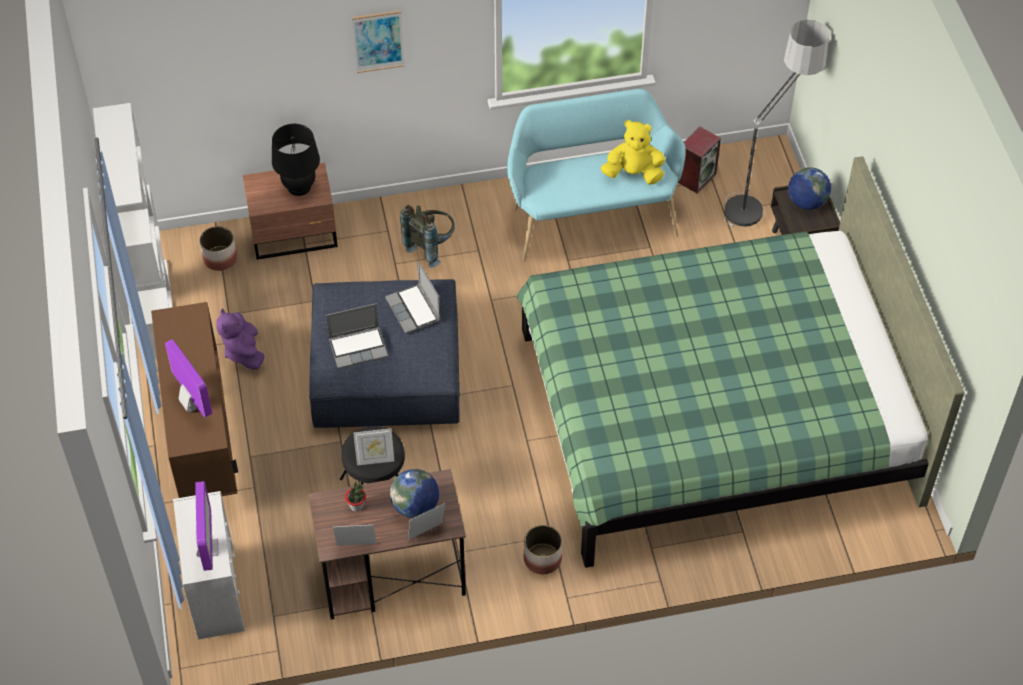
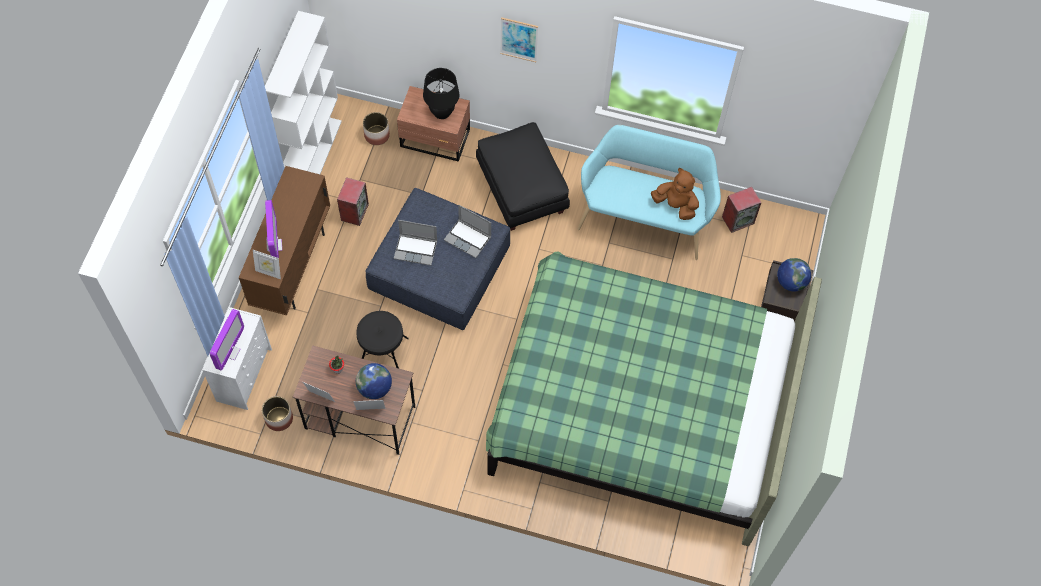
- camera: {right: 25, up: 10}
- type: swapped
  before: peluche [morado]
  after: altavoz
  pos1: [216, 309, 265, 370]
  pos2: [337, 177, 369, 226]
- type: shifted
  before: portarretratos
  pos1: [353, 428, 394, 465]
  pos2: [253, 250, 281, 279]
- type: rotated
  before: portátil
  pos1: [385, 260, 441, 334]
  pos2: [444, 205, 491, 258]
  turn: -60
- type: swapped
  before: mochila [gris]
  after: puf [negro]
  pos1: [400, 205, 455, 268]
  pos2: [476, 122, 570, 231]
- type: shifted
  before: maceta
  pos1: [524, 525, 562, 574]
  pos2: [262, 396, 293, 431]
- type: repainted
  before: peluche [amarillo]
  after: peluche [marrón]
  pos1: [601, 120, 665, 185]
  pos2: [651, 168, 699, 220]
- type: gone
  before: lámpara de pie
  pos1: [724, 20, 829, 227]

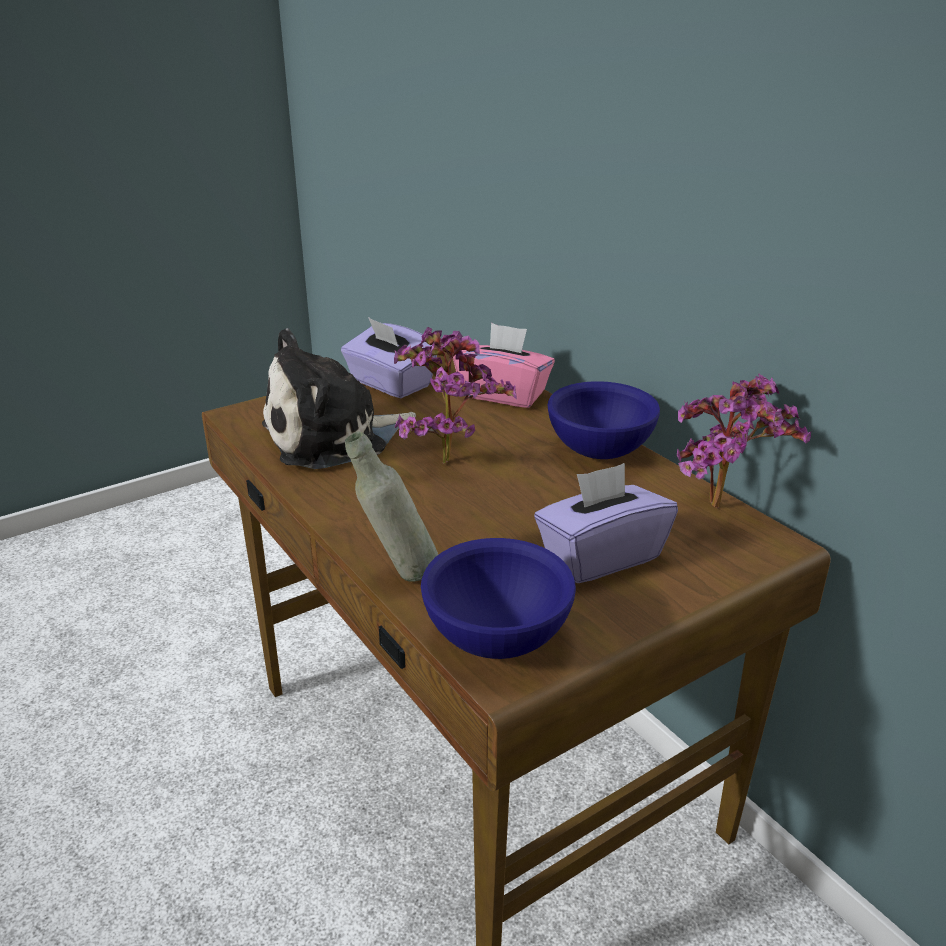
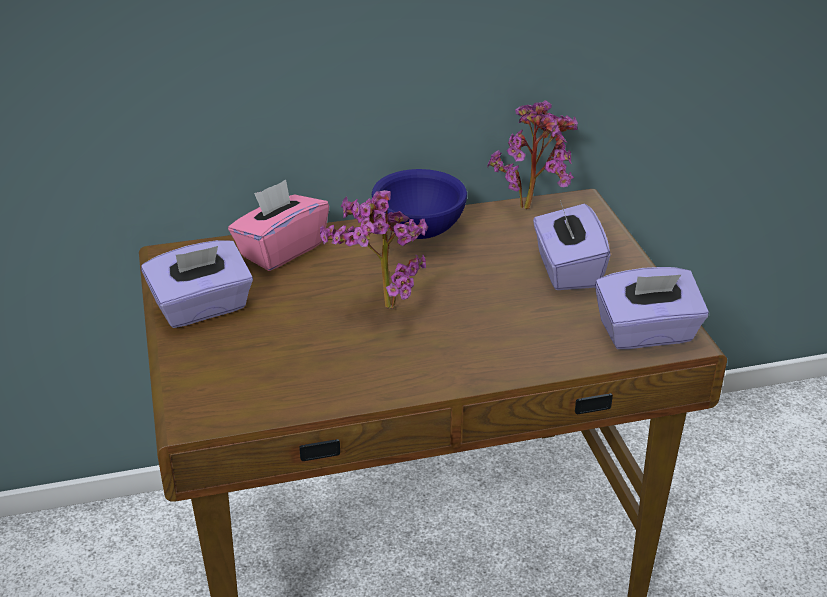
- camera: {right: -70, up: 5}
- type: gone
  before: peluche
  pos1: [262, 328, 416, 469]
- type: gone
  before: botella [gris]
  pos1: [345, 432, 438, 582]
- type: swapped
  before: cuenco [azul]
  after: caja de pañuelos [morado]
  pos1: [421, 538, 576, 659]
  pos2: [595, 267, 709, 349]

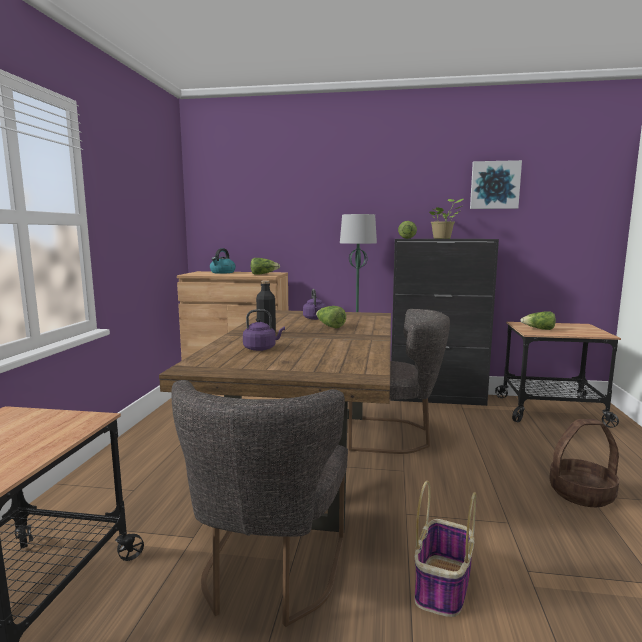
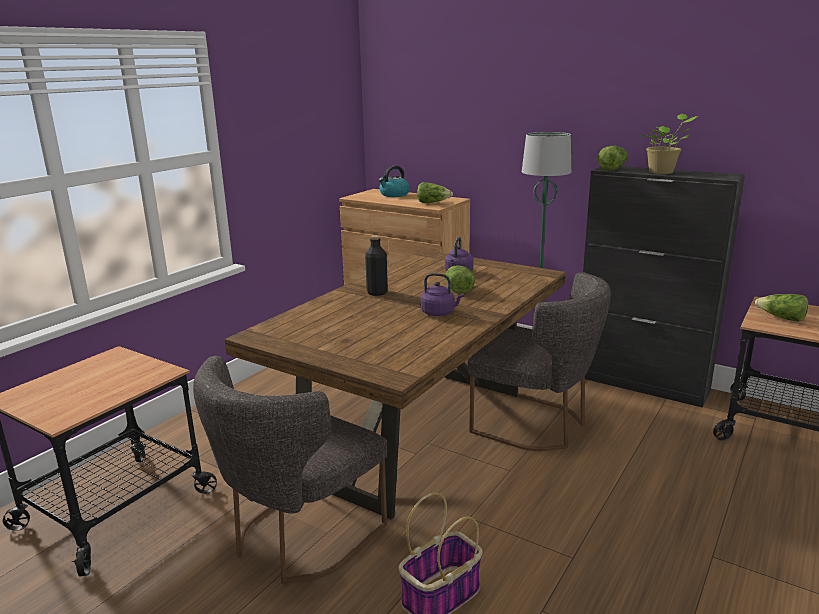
- camera: {right: 25, up: 10}
- type: shifted
  before: hervidor [morado]
  pos1: [243, 309, 285, 351]
  pos2: [420, 273, 464, 316]
- type: gone
  before: cuadro
  pos1: [470, 160, 522, 209]
- type: gone
  before: cesta
  pos1: [550, 419, 619, 507]

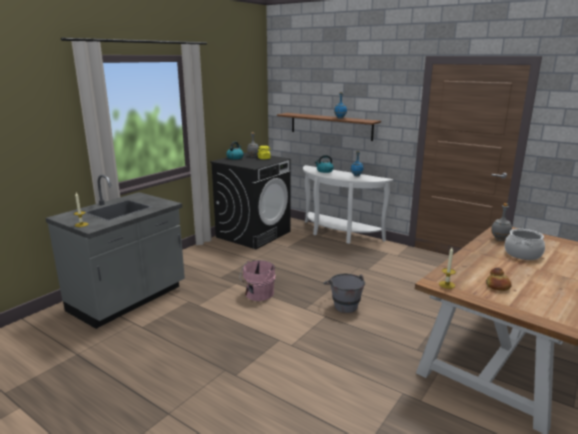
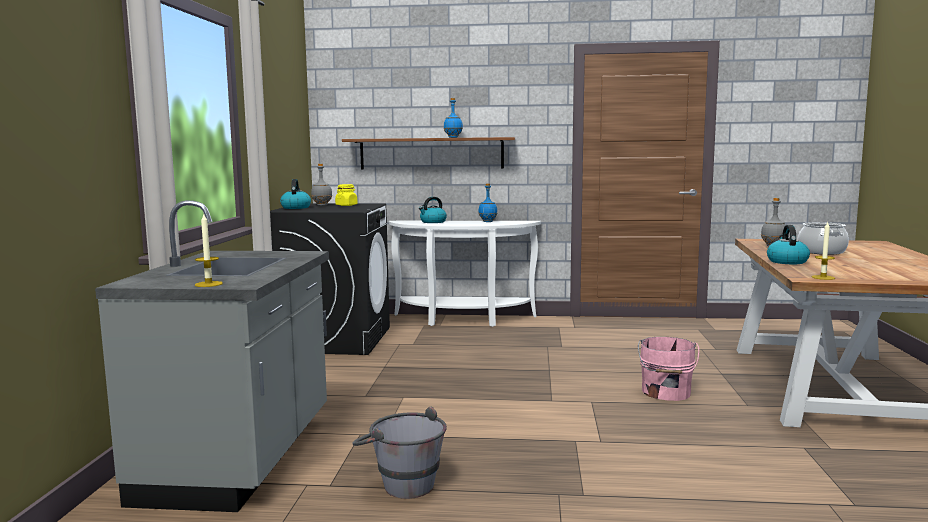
- camera: {right: -30, up: -10}
- type: shifted
  before: cubo [rosa]
  pos1: [240, 260, 276, 301]
  pos2: [638, 337, 699, 401]
- type: shifted
  before: cubo [gris]
  pos1: [323, 274, 365, 313]
  pos2: [352, 407, 447, 499]
- type: gone
  before: pan
  pos1: [486, 268, 512, 291]
- type: new
  after: hervidor
  pos2: [767, 225, 810, 264]

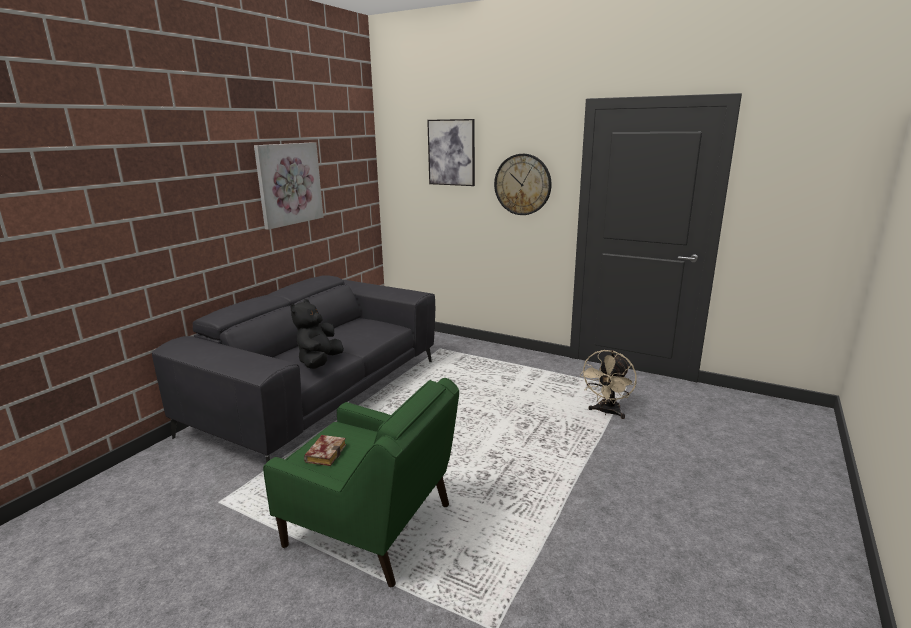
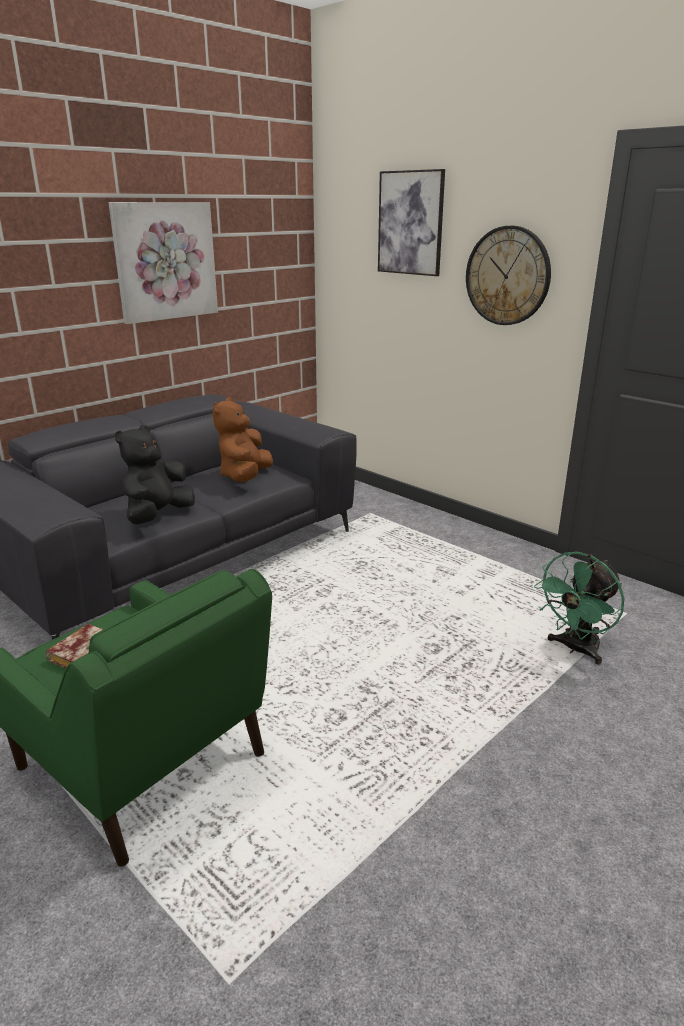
- camera: {right: 15, up: 5}
- type: repainted
  before: ventilador [beis]
  after: ventilador [verde]
  pos1: [580, 350, 637, 419]
  pos2: [534, 552, 624, 664]
- type: new
  after: peluche [marrón]
  pos2: [213, 397, 273, 482]

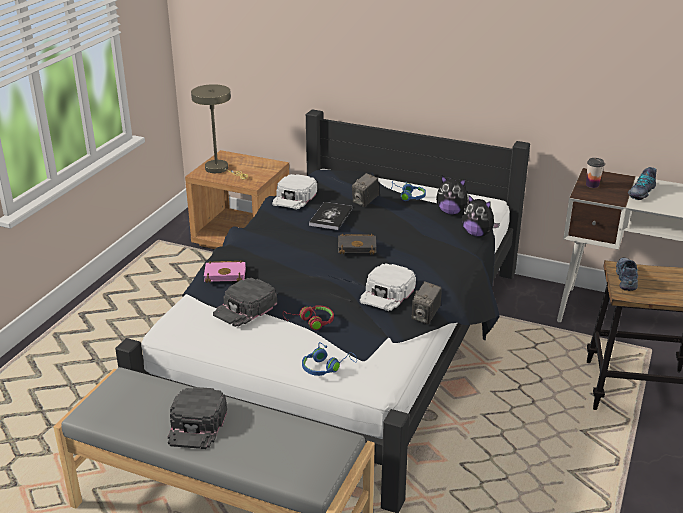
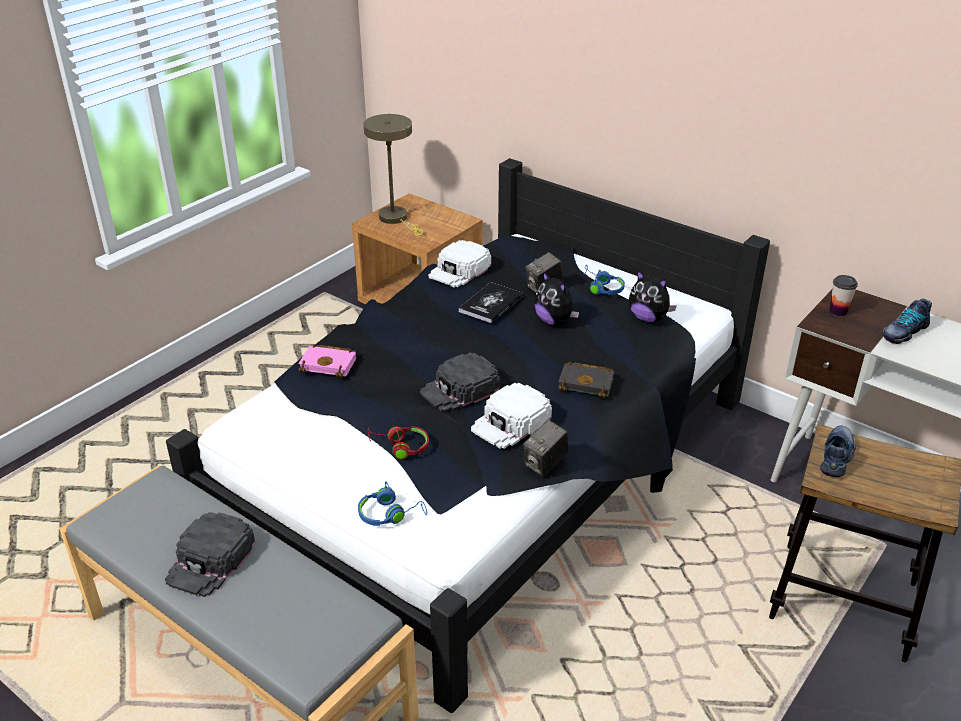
- camera: {right: 15, up: 5}
- type: shifted
  before: gorra [negro]
  pos1: [213, 278, 277, 327]
  pos2: [420, 352, 500, 412]
- type: shifted
  before: libro [negro]
  pos1: [338, 234, 376, 254]
  pos2: [558, 362, 614, 398]
- type: shifted
  before: peluche
  pos1: [462, 194, 500, 237]
  pos2: [534, 271, 579, 325]

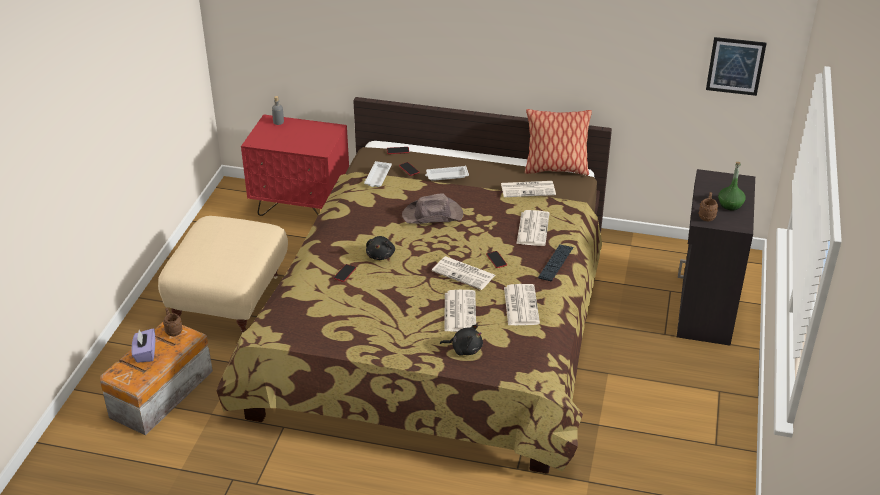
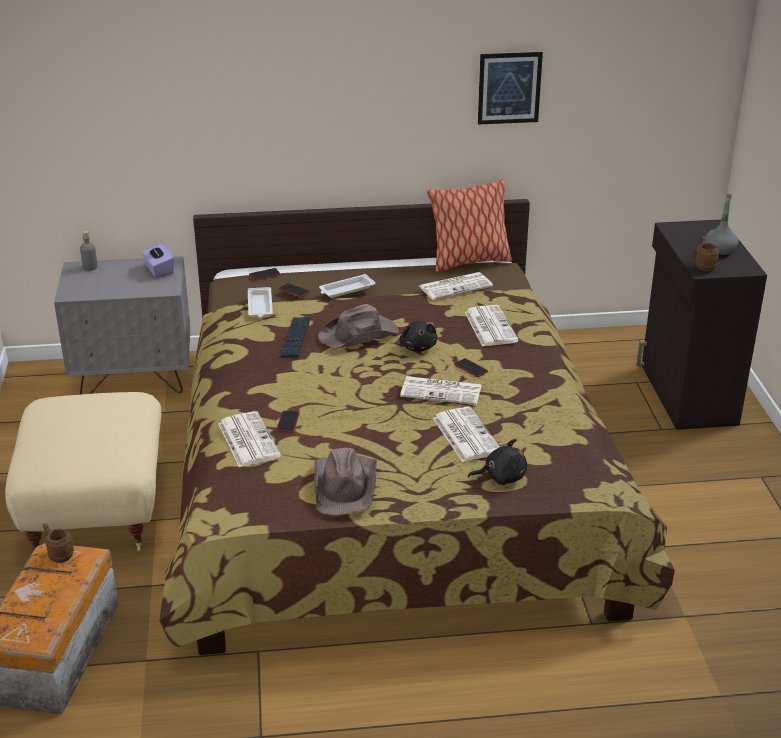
- camera: {right: -20, up: -5}
- type: shifted
  before: caja de pañuelos [morado]
  pos1: [131, 329, 155, 363]
  pos2: [141, 241, 175, 278]
- type: repainted
  before: mesita de noche [rojo]
  after: mesita de noche [gris]
  pos1: [241, 114, 349, 216]
  pos2: [54, 256, 191, 395]
- type: shifted
  before: peluche [negro]
  pos1: [366, 236, 395, 260]
  pos2: [400, 321, 437, 352]
- type: shifted
  before: periódico
  pos1: [504, 284, 540, 325]
  pos2: [218, 411, 281, 468]
- type: shifted
  before: teclado
  pos1: [538, 244, 573, 281]
  pos2: [281, 317, 311, 357]
- type: shifted
  before: cuadro
  pos1: [706, 37, 767, 96]
  pos2: [478, 52, 543, 125]
- type: repainted
  before: botella [verde]
  after: botella [gris]
  pos1: [718, 162, 746, 210]
  pos2: [705, 193, 738, 256]
- type: new
  after: sombrero [marrón]
  pos2: [314, 448, 377, 515]

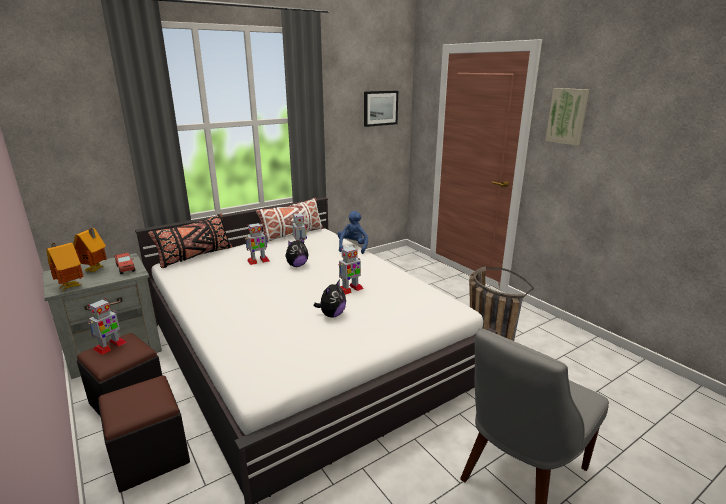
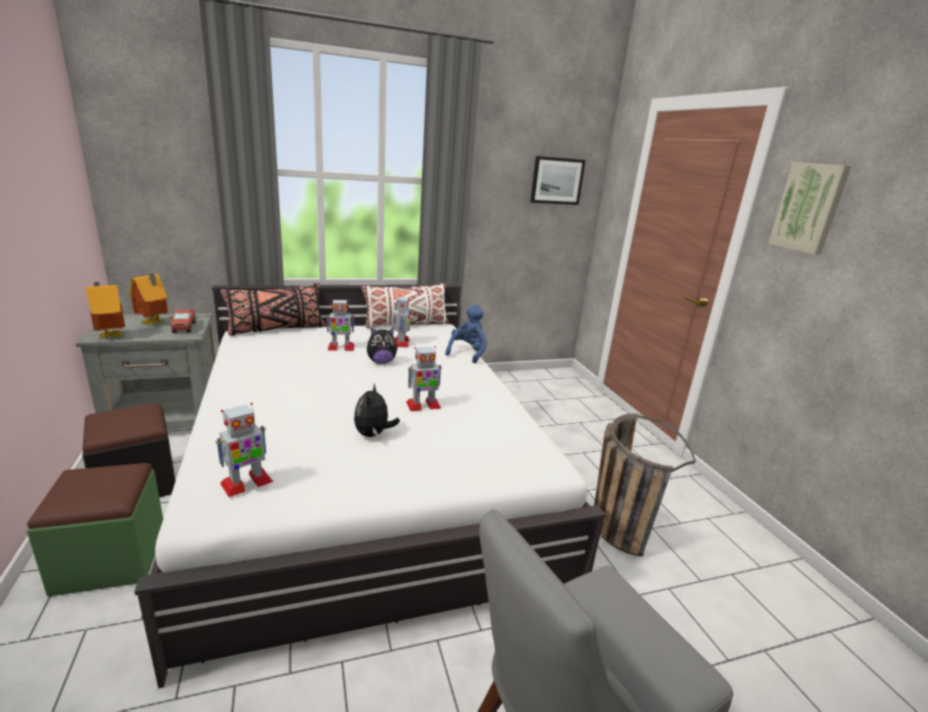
- camera: {right: 15, up: 0}
- type: shifted
  before: robot de juguete
  pos1: [88, 298, 127, 355]
  pos2: [216, 402, 273, 497]
- type: repainted
  before: puf [negro]
  after: puf [verde]
  pos1: [98, 375, 190, 493]
  pos2: [27, 463, 163, 597]
- type: rotated
  before: peluche
  pos1: [314, 280, 346, 318]
  pos2: [354, 384, 400, 437]
  turn: 135

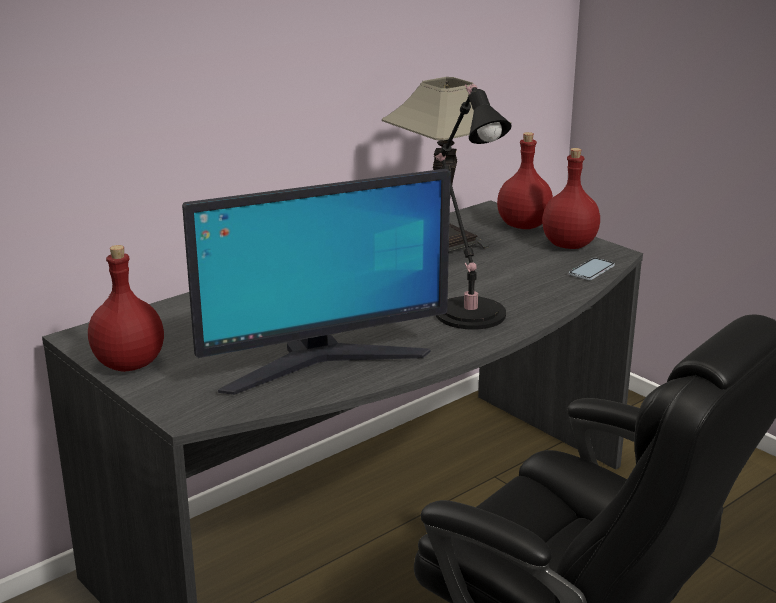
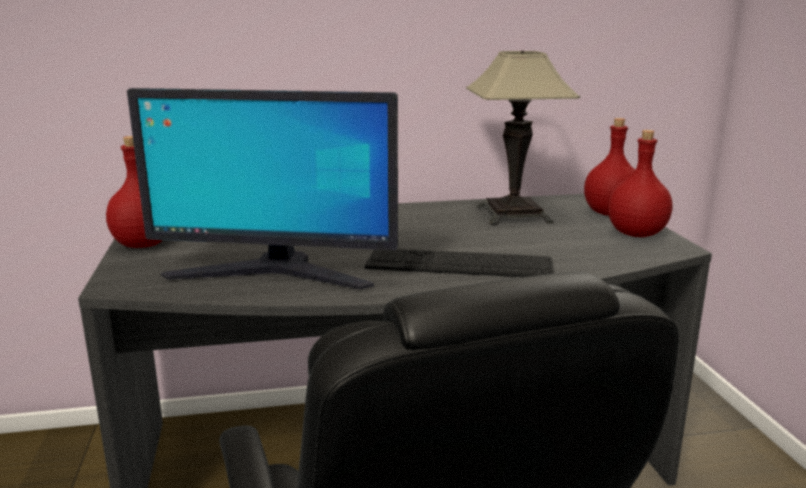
- camera: {right: 30, up: -5}
- type: swapped
  before: lámpara de mesa [negro]
  after: teclado
  pos1: [434, 84, 511, 330]
  pos2: [365, 249, 554, 277]
- type: gone
  before: móvil
  pos1: [569, 258, 615, 280]

